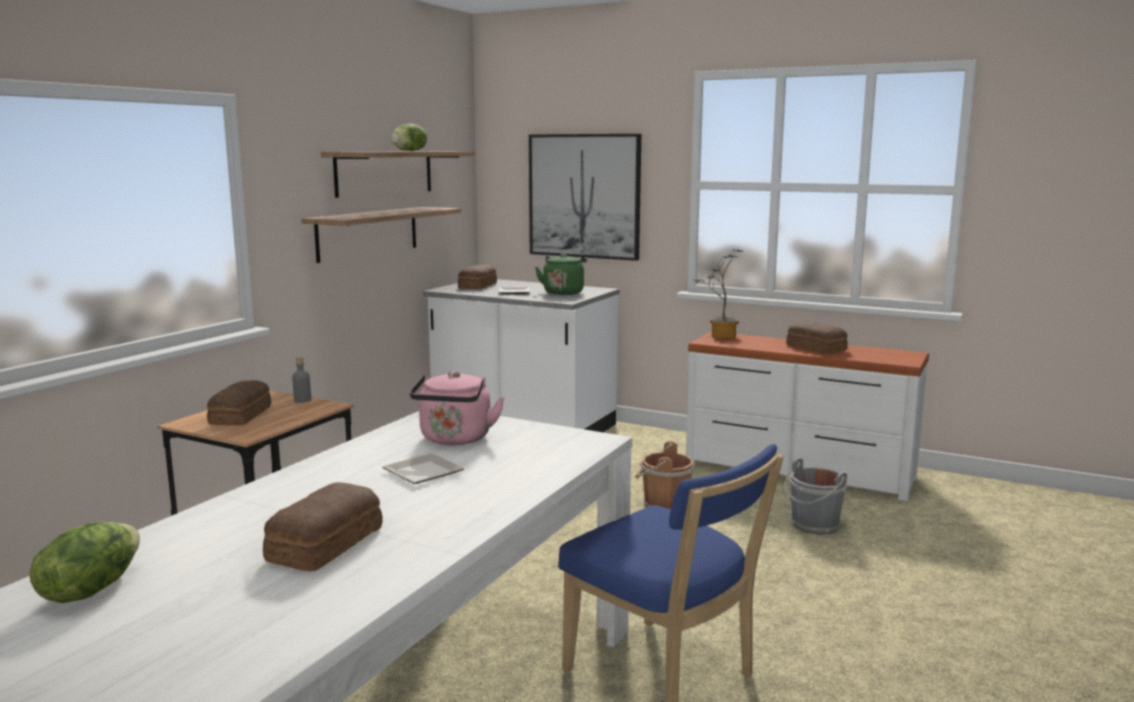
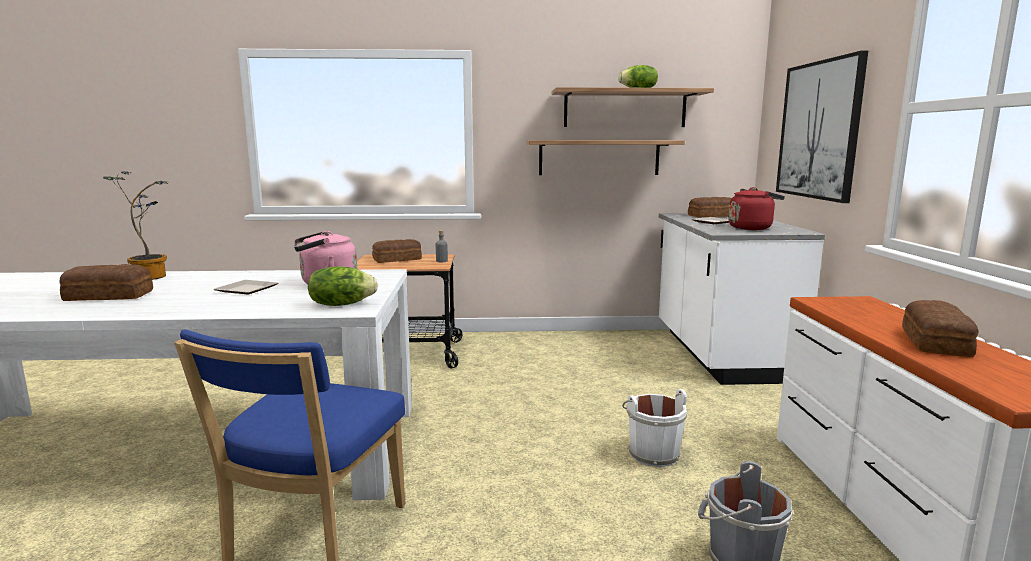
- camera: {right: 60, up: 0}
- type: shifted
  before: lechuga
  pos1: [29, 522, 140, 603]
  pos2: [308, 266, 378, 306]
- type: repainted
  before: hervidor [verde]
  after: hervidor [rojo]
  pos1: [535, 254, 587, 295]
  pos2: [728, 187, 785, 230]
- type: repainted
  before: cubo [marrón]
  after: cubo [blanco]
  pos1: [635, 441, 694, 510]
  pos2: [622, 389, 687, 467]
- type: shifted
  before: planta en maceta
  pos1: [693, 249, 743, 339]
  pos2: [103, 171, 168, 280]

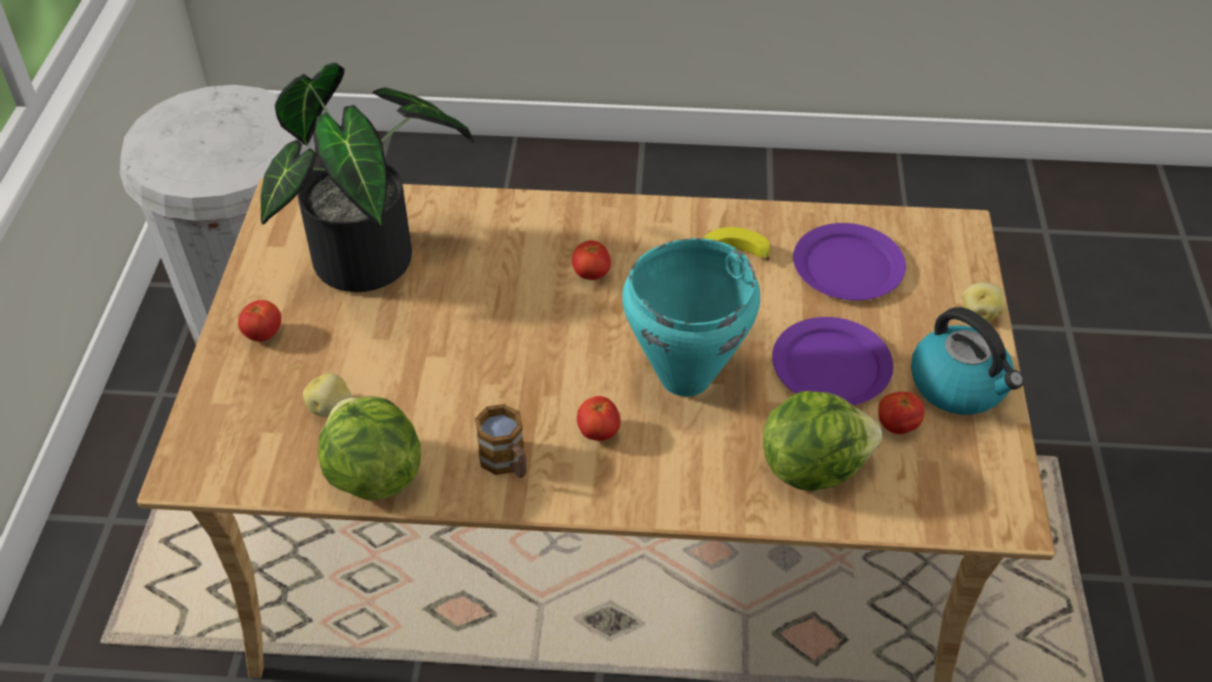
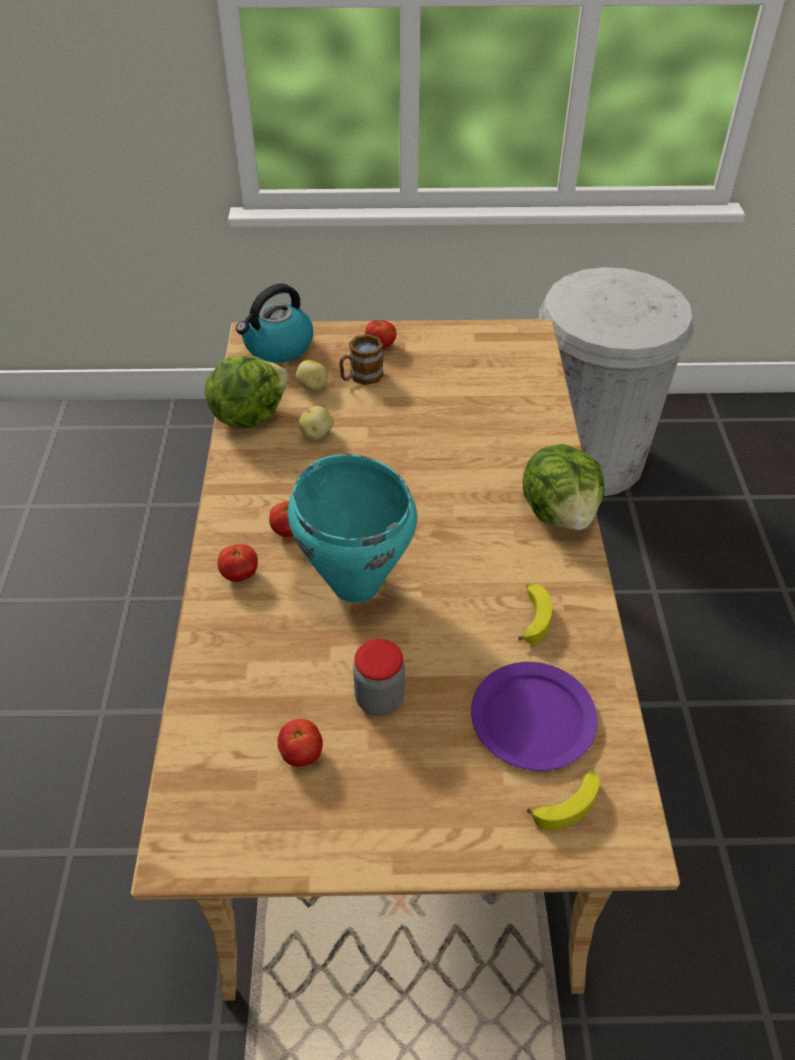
- camera: {right: 85, up: 0}
- type: gone
  before: planta en maceta
  pos1: [261, 62, 474, 292]
- type: shifted
  before: taza grande
  pos1: [475, 404, 526, 478]
  pos2: [339, 334, 383, 385]
- type: shifted
  before: tomate
  pos1: [572, 240, 611, 280]
  pos2: [218, 544, 258, 582]
- type: shifted
  before: lechuga
  pos1: [763, 391, 882, 491]
  pos2: [523, 444, 605, 530]
- type: swapped
  before: plato [morado]
  after: tarro
  pos1: [772, 317, 893, 405]
  pos2: [353, 639, 405, 716]
- type: shifted
  before: hervidor
  pos1: [911, 307, 1024, 415]
  pos2: [236, 284, 313, 363]
- type: shifted
  before: patata
  pos1: [962, 282, 1006, 321]
  pos2: [299, 406, 334, 440]
- type: new
  after: plátano
  pos2: [526, 769, 600, 831]

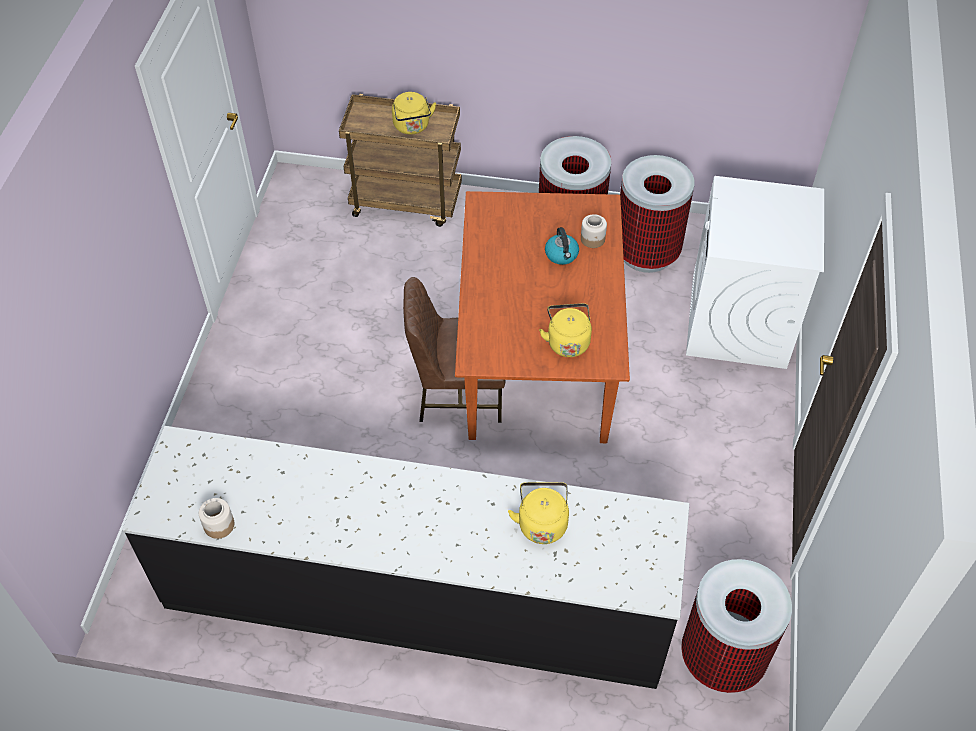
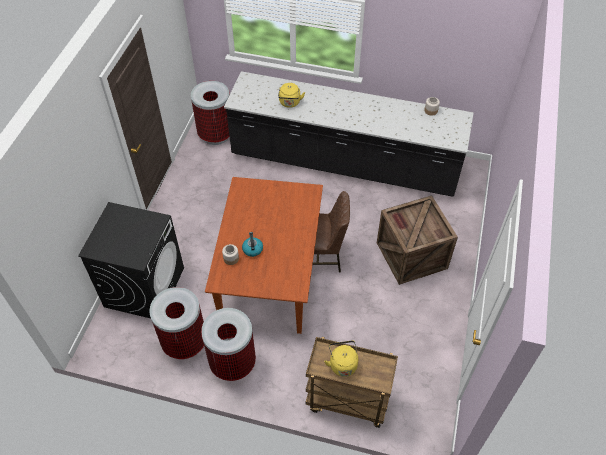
- camera: {right: -175, up: 0}
- type: gone
  before: hervidor [amarillo]
  pos1: [539, 303, 592, 357]
- type: repainted
  before: lavadora [blanco]
  after: lavadora [negro]
  pos1: [686, 176, 824, 369]
  pos2: [78, 202, 184, 319]
- type: new
  after: caja de embalaje
  pos2: [377, 195, 458, 285]

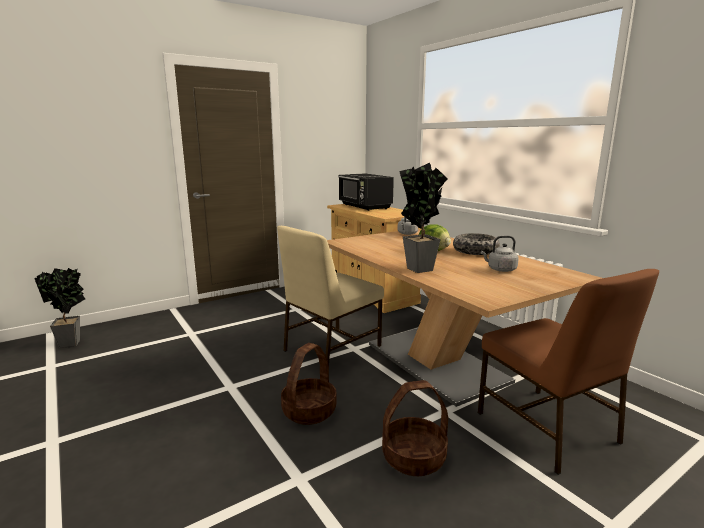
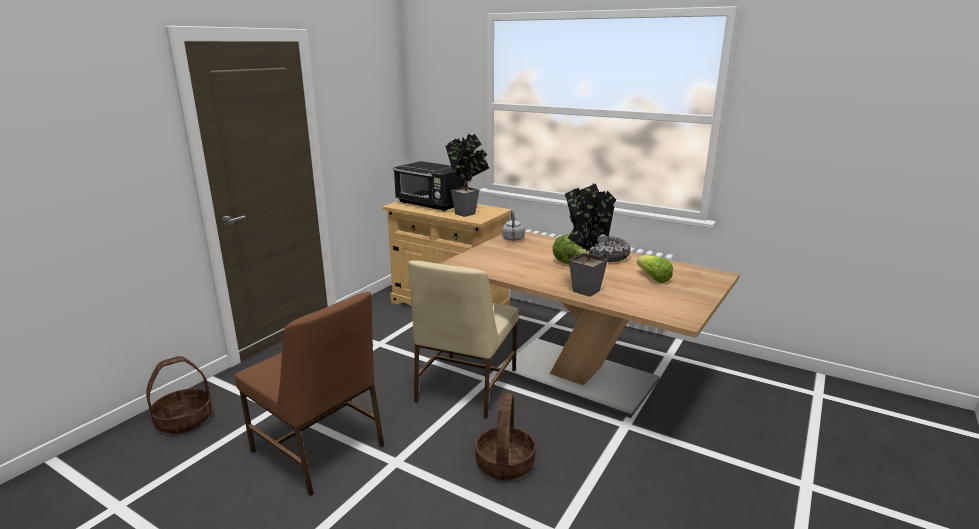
- camera: {right: -25, up: 5}
- type: shifted
  before: planta en maceta
  pos1: [34, 268, 85, 348]
  pos2: [445, 134, 489, 217]
- type: shifted
  before: cesta
  pos1: [382, 380, 448, 476]
  pos2: [146, 356, 212, 434]
- type: shifted
  before: silla [marrón]
  pos1: [478, 269, 659, 475]
  pos2: [235, 292, 384, 496]
- type: swapped
  before: hervidor [gris]
  after: lechuga
  pos1: [481, 236, 519, 272]
  pos2: [637, 255, 673, 283]

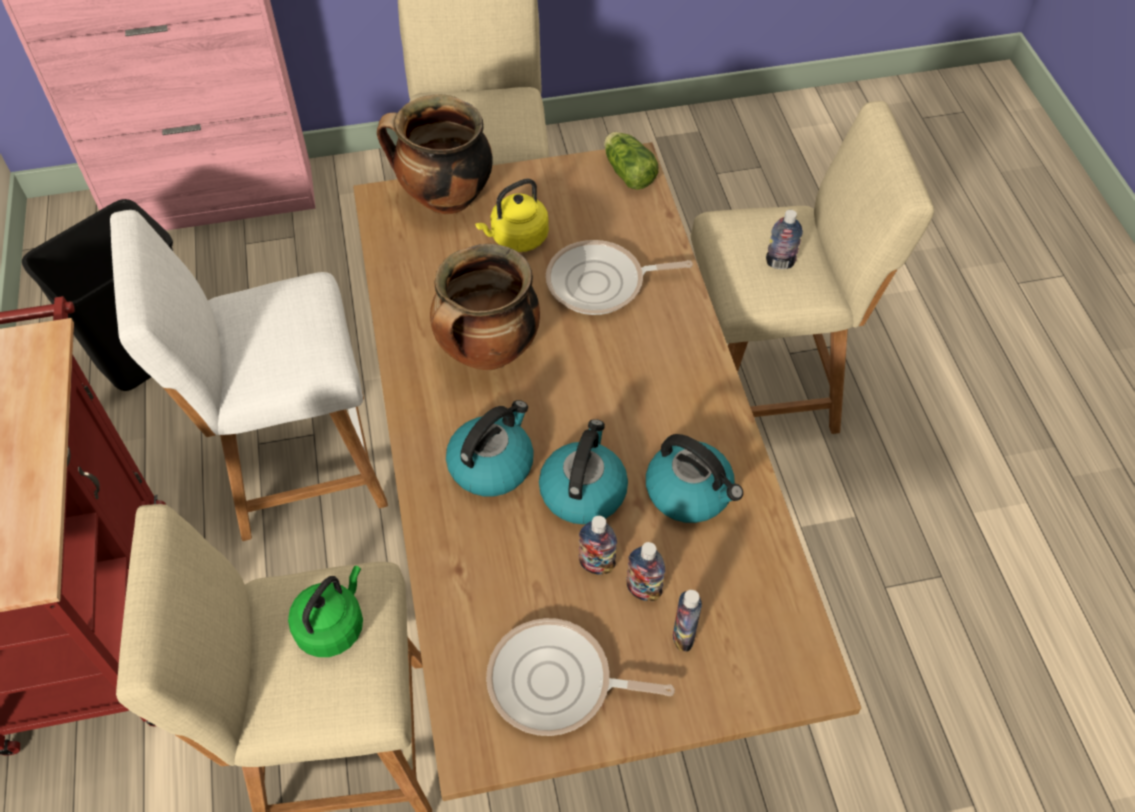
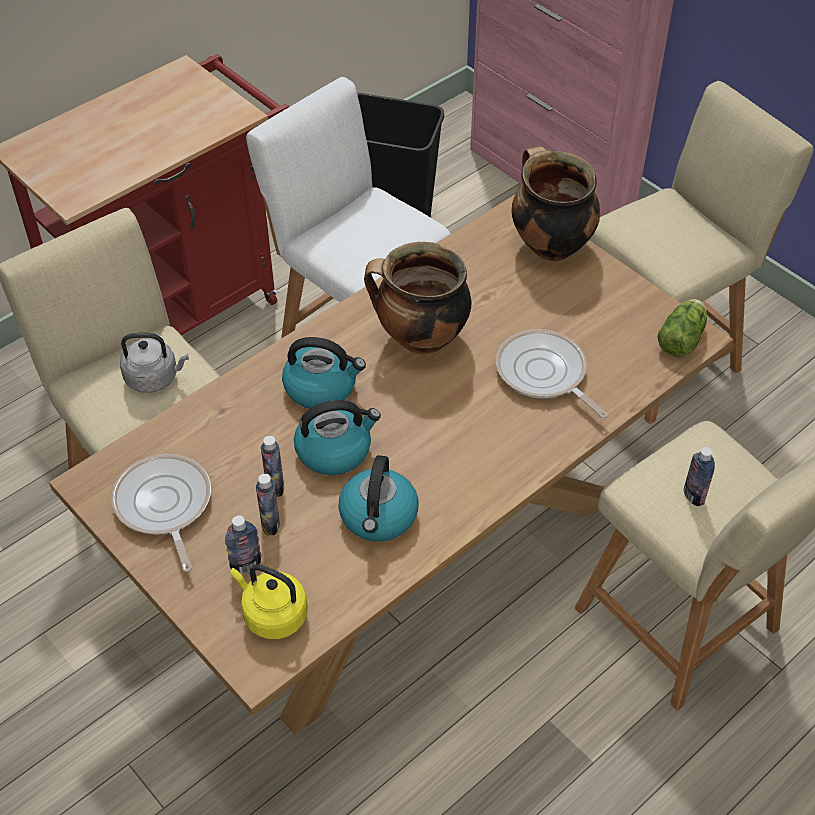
- camera: {right: 60, up: -5}
- type: repainted
  before: hervidor [verde]
  after: hervidor [gris]
  pos1: [288, 566, 363, 657]
  pos2: [120, 333, 189, 393]
- type: shifted
  before: hervidor [amarillo]
  pos1: [475, 179, 549, 252]
  pos2: [230, 564, 308, 639]

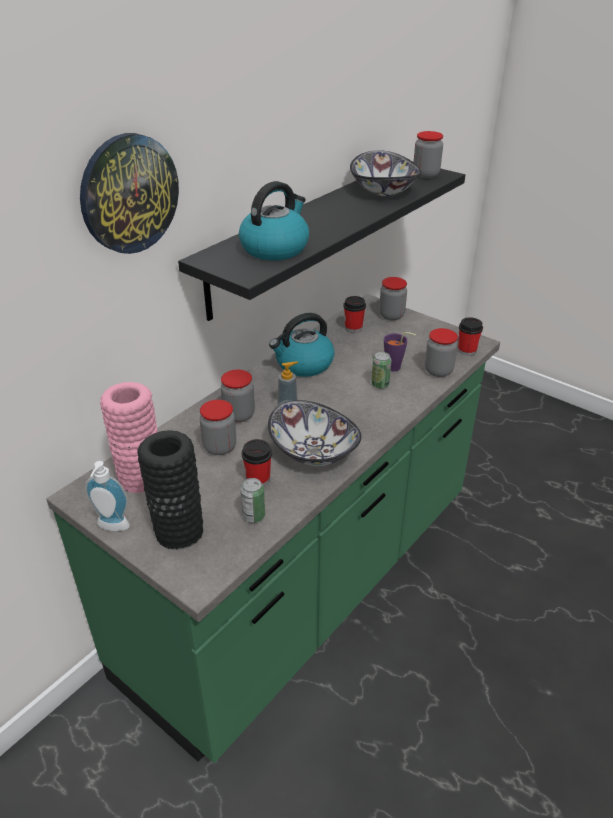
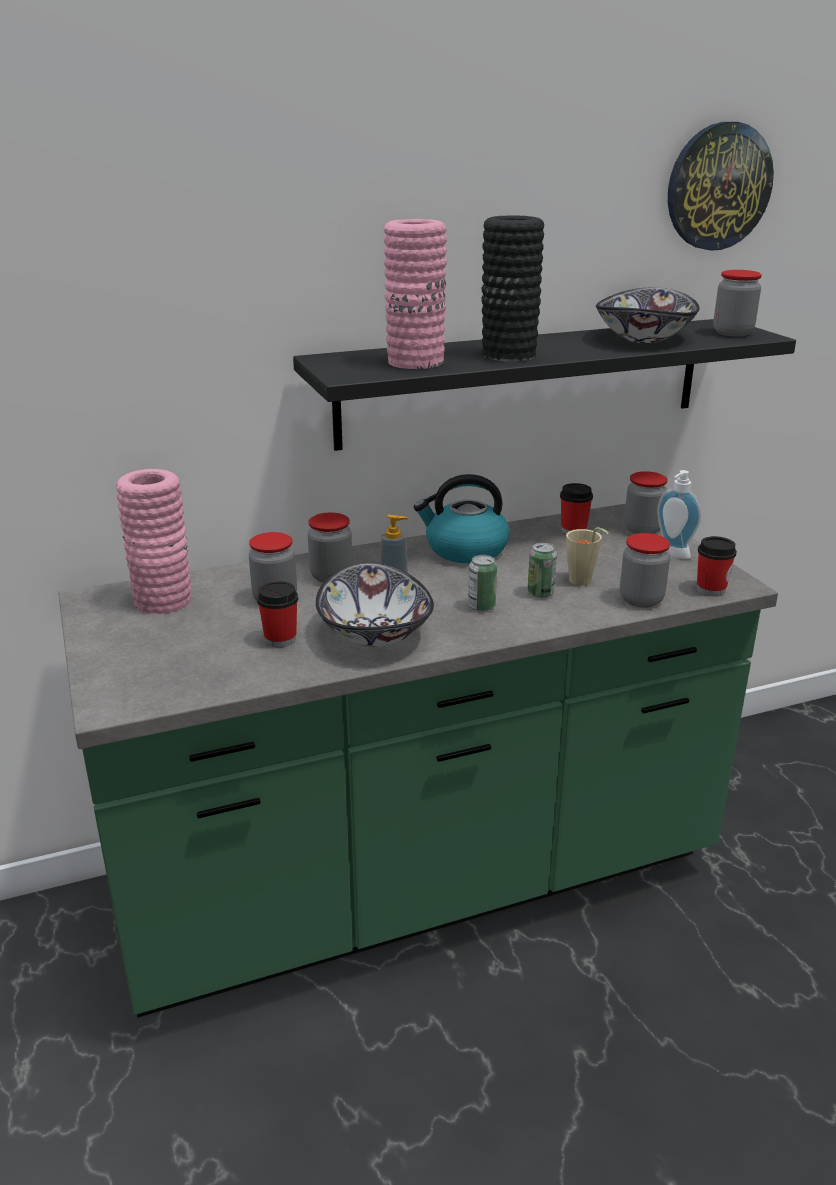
- camera: {right: 30, up: -10}
- type: shifted
  before: reloj de pared
  pos1: [80, 133, 179, 254]
  pos2: [668, 122, 774, 251]
- type: shifted
  before: dispensador de jabón
  pos1: [85, 461, 130, 531]
  pos2: [657, 470, 701, 559]
- type: shifted
  before: florero [negro]
  pos1: [137, 430, 203, 550]
  pos2: [481, 215, 544, 362]
- type: swapped
  before: hervidor
  after: florero [rosa]
  pos1: [239, 181, 309, 260]
  pos2: [384, 219, 447, 369]
- type: shifted
  before: lata
  pos1: [240, 478, 265, 523]
  pos2: [468, 555, 497, 612]
- type: repainted
  before: taza [morado]
  after: taza [beis]
  pos1: [384, 332, 416, 371]
  pos2: [566, 527, 609, 586]

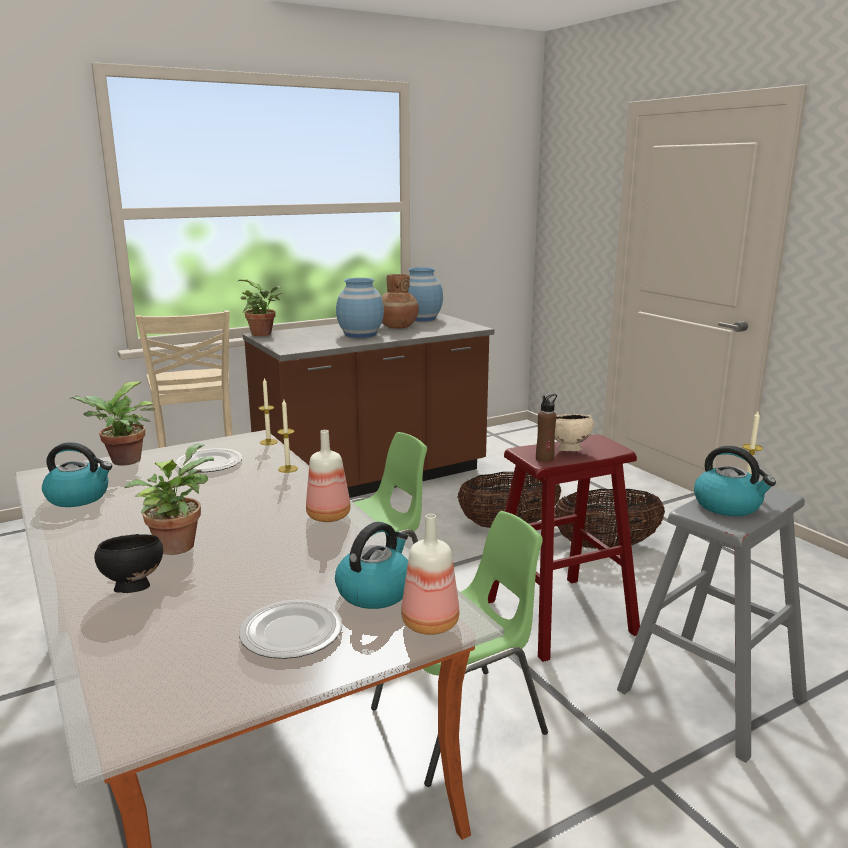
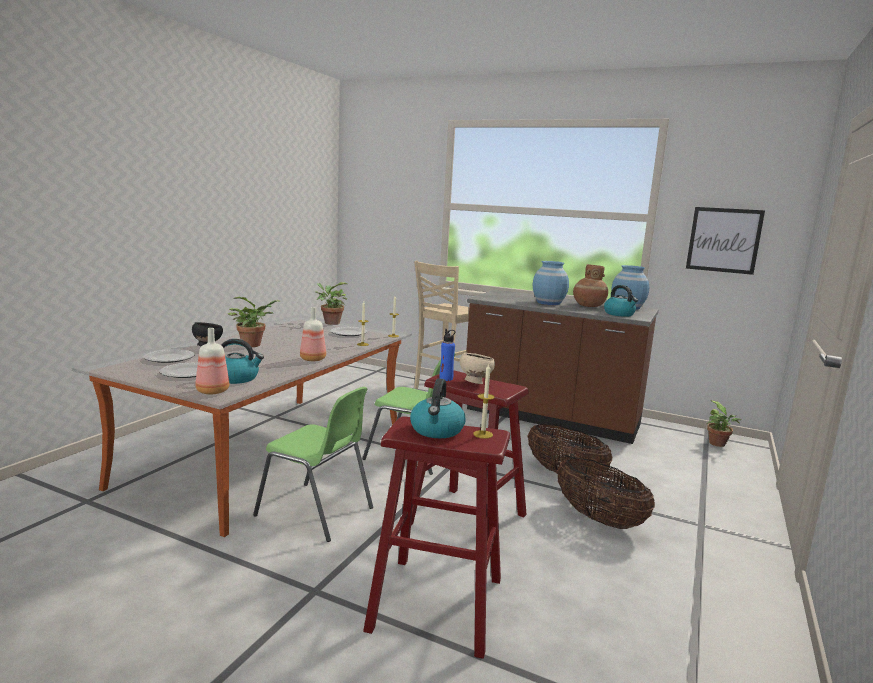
- camera: {right: 55, up: -5}
- type: shifted
  before: hervidor
  pos1: [42, 442, 112, 507]
  pos2: [604, 285, 638, 317]
- type: shifted
  before: planta en maceta
  pos1: [238, 279, 283, 336]
  pos2: [706, 400, 741, 447]
- type: repainted
  before: botella [marrón]
  after: botella [azul]
  pos1: [536, 394, 557, 463]
  pos2: [439, 329, 456, 381]
- type: repainted
  before: taburete [gris]
  after: taburete [rojo]
  pos1: [617, 487, 807, 763]
  pos2: [363, 416, 510, 659]
- type: new
  after: plato
  pos2: [144, 349, 195, 363]
- type: new
  after: cuadro
  pos2: [686, 207, 765, 275]

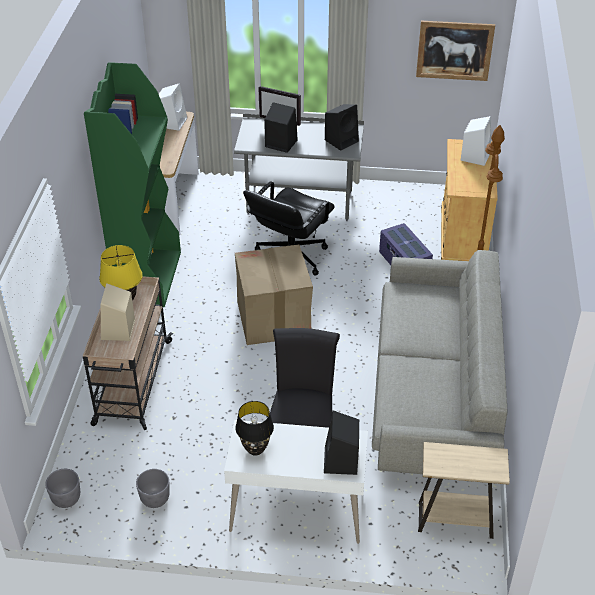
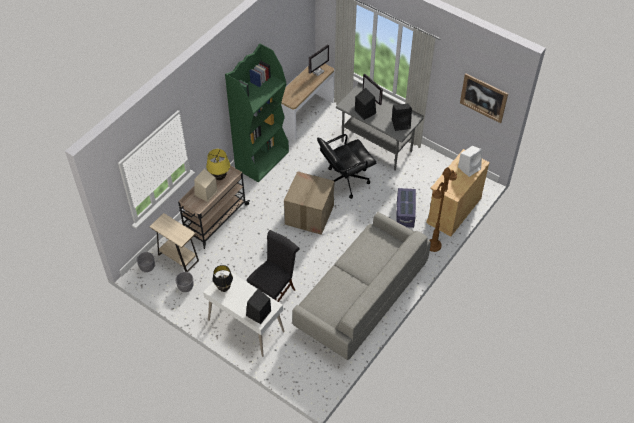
- camera: {right: 30, up: 10}
- type: swapped
  before: altavoz [blanco]
  after: monitor
  pos1: [159, 83, 187, 131]
  pos2: [309, 44, 329, 76]
- type: shifted
  before: mesa auxiliar [beis]
  pos1: [418, 442, 510, 539]
  pos2: [149, 213, 199, 272]

